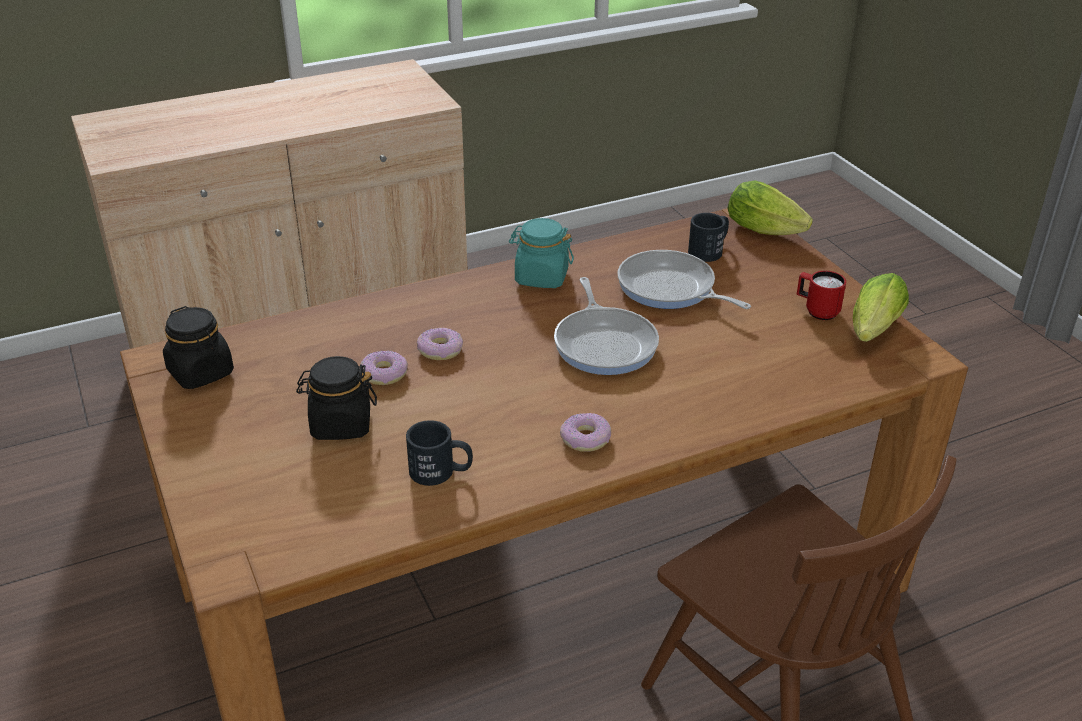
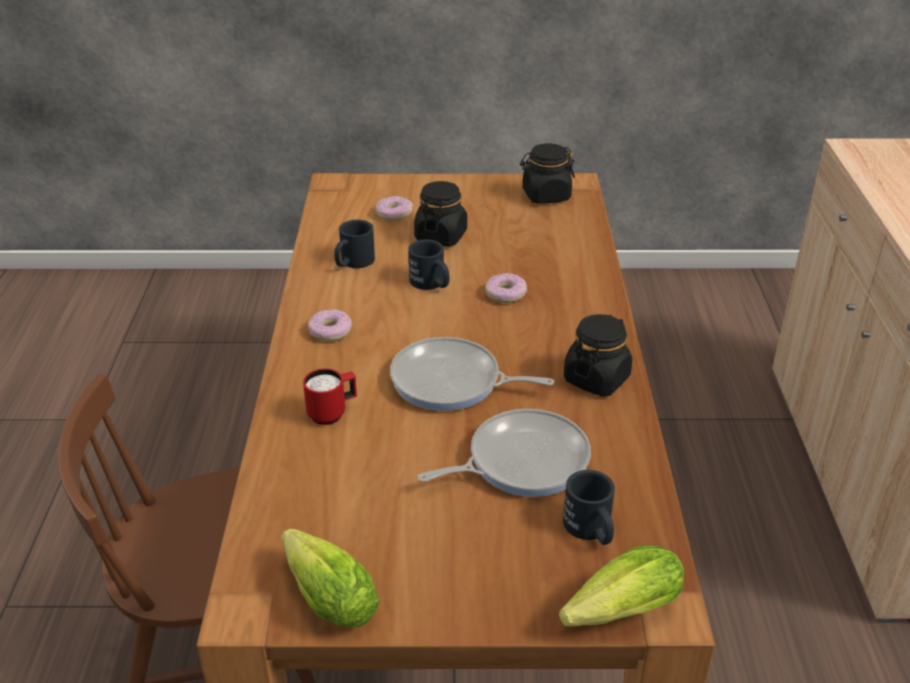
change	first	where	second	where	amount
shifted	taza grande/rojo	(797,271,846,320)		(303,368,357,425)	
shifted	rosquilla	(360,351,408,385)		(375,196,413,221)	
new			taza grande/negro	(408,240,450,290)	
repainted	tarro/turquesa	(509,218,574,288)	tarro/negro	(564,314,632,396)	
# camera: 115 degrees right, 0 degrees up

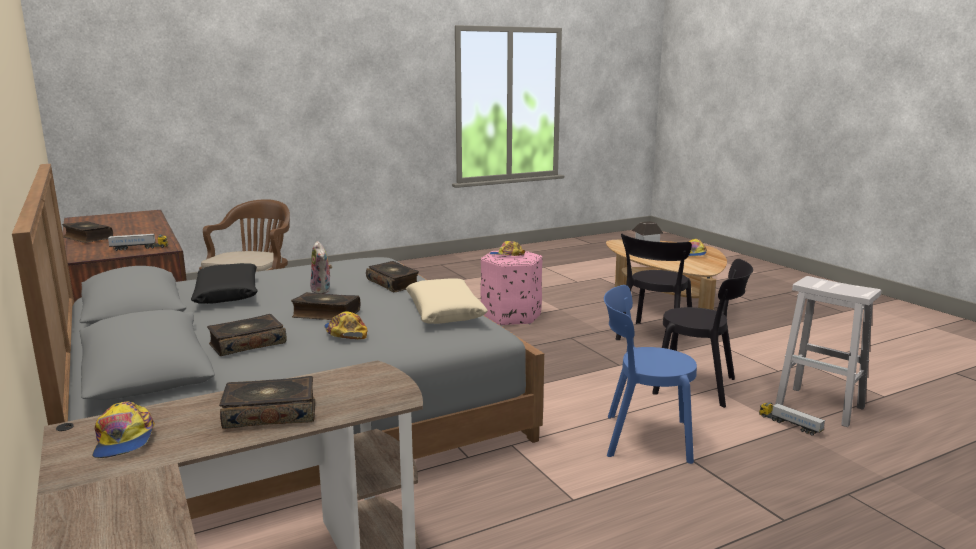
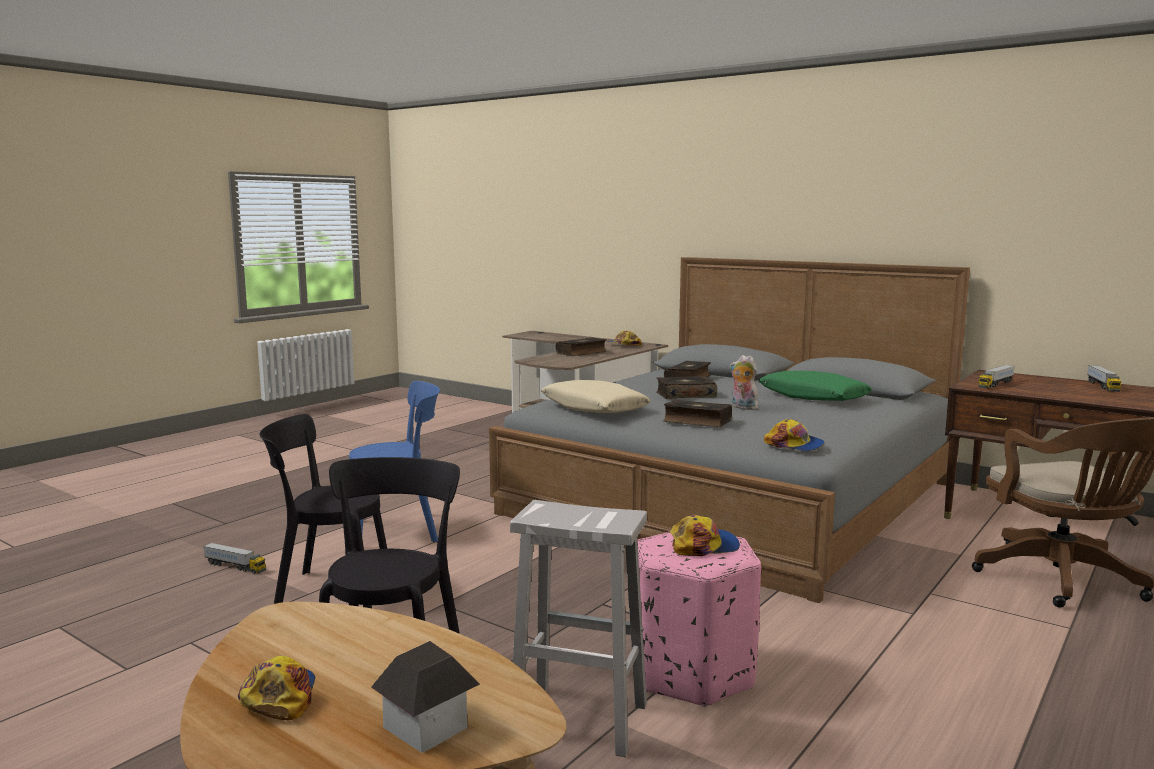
change	first	where	second	where	amount
shifted	taburete/blanco	(775,276,881,427)		(510,500,647,757)	
repainted	cojín/negro	(191,263,258,304)	cojín/verde	(759,371,872,401)	
shifted	gorra	(324,311,368,339)		(764,419,825,451)	
swapped	libro	(62,221,113,243)	camión de juguete	(1087,365,1122,392)	
# camera: 155 degrees right, 5 degrees down

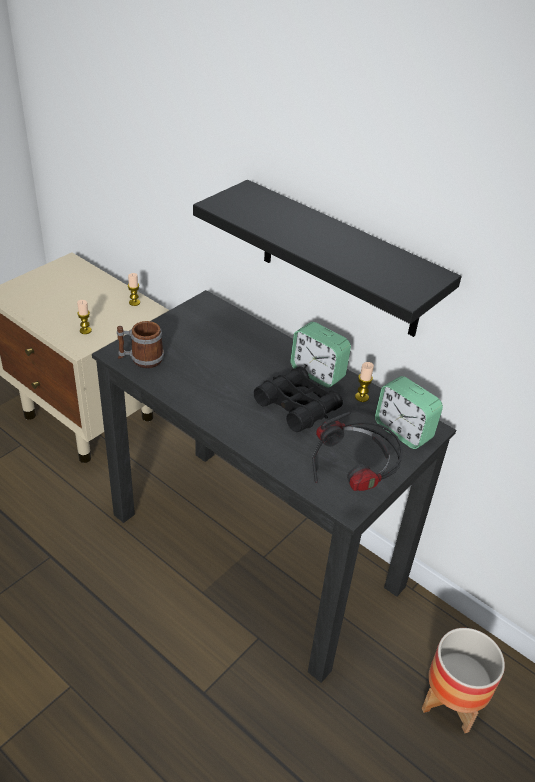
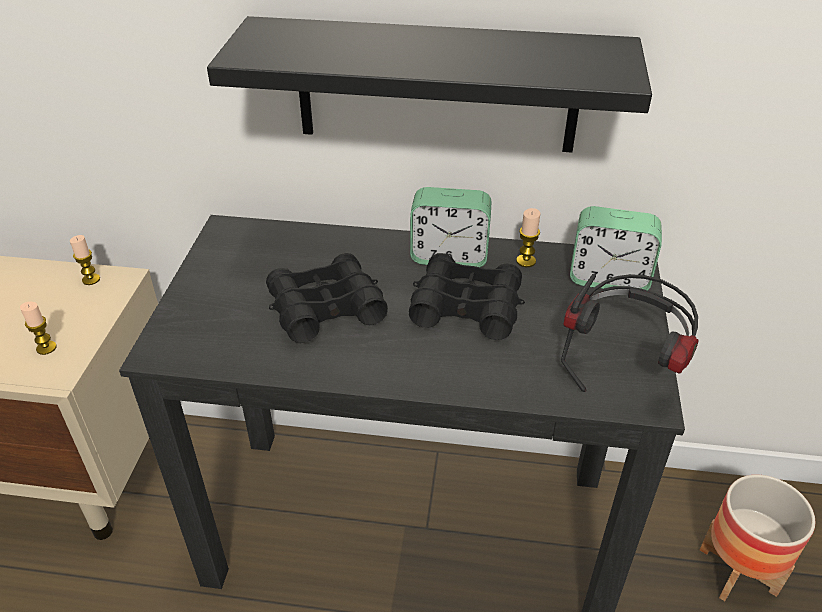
change	first	where	second	where	amount
new			prismáticos/negro	(266,253,388,343)	
gone	taza grande	(117,321,164,368)			
# camera: 30 degrees left, 0 degrees up

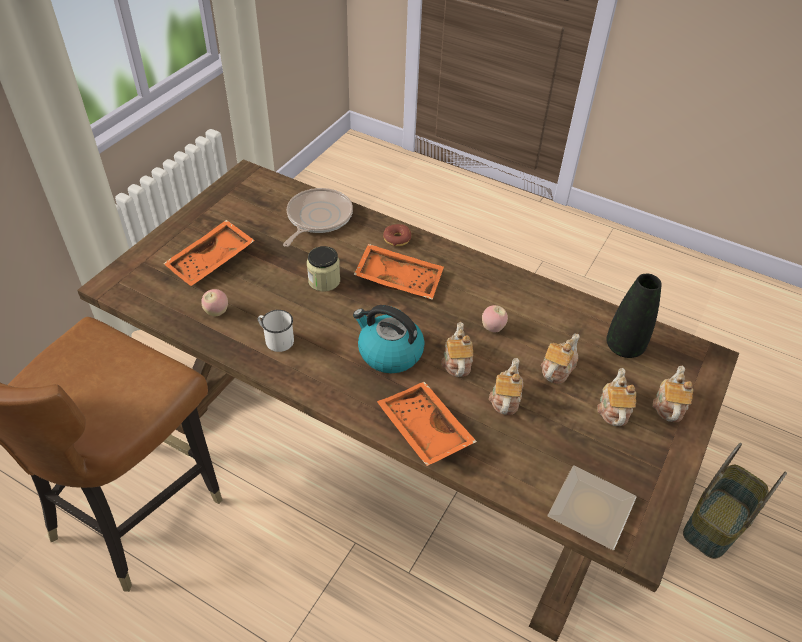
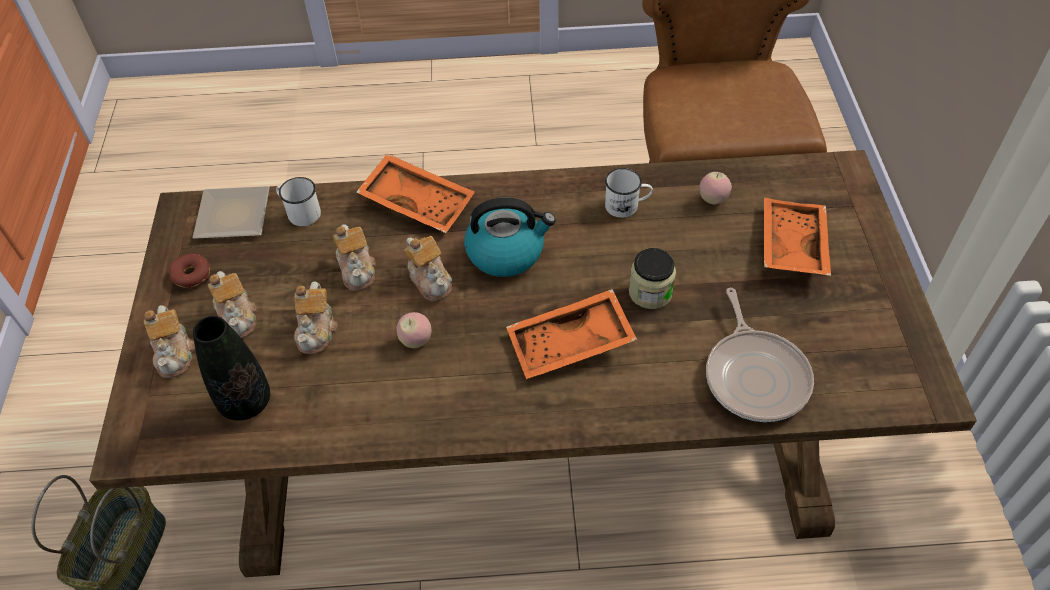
change	first	where	second	where	amount
shifted	rosquilla	(383,224,411,246)		(169,254,210,288)	
new			taza grande/blanco	(276,177,321,226)	
# camera: 150 degrees right, 5 degrees up

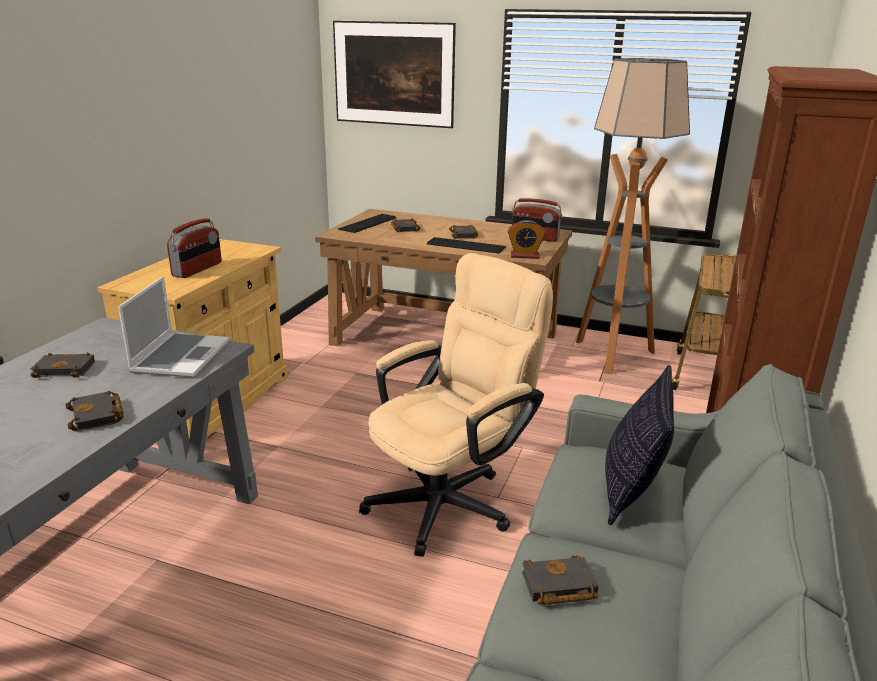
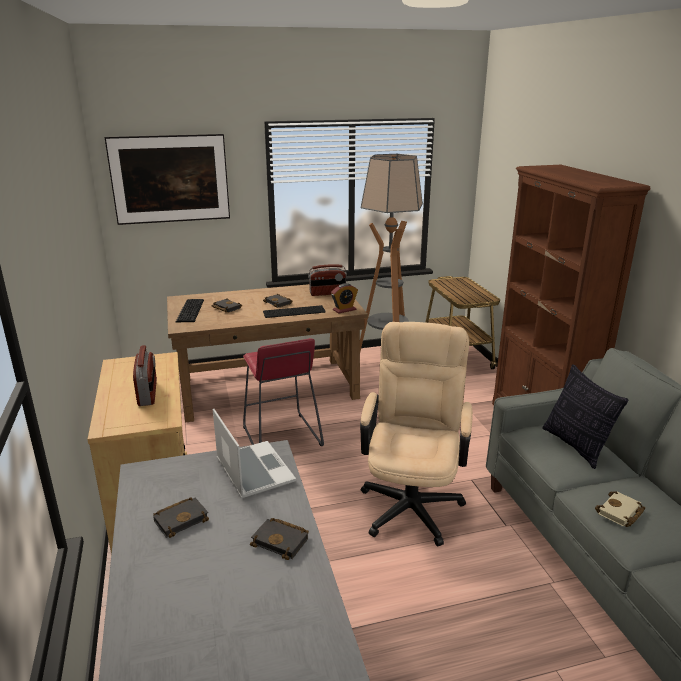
change	first	where	second	where	amount
new			taburete/rojo	(243,338,324,446)	
repainted	libro/negro	(522,555,598,605)	libro/beis	(595,491,645,527)	
# camera: 35 degrees left, 0 degrees up

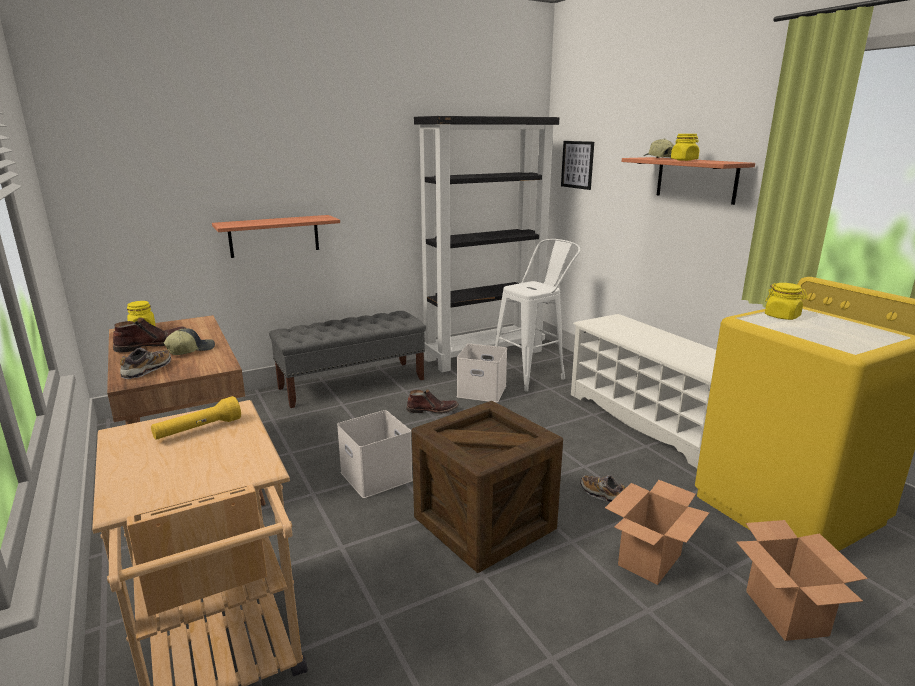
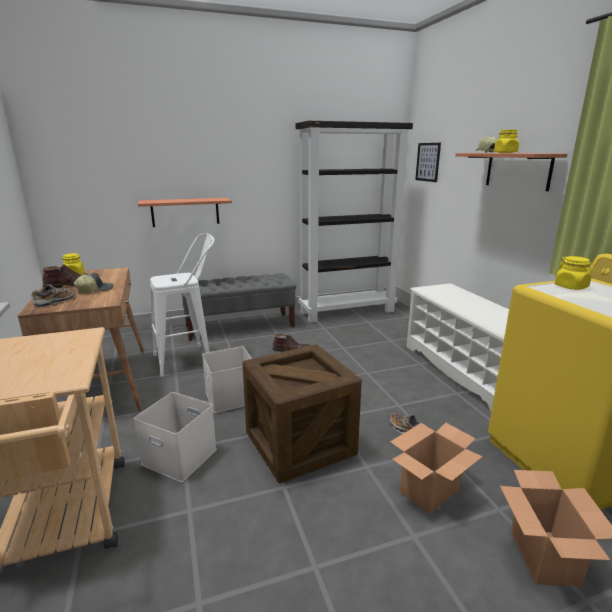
change	first	where	second	where	amount
shifted	caja de almacenaje/blanco	(457,344,507,402)		(134,392,217,482)	
shifted	taburete/blanco	(495,239,581,391)		(150,233,215,377)	
gone	linterna/amarillo	(151,396,241,440)			
# camera: 10 degrees right, 0 degrees up

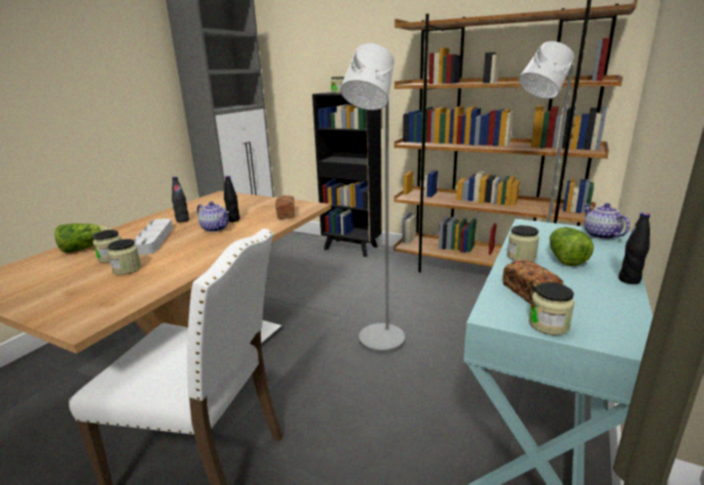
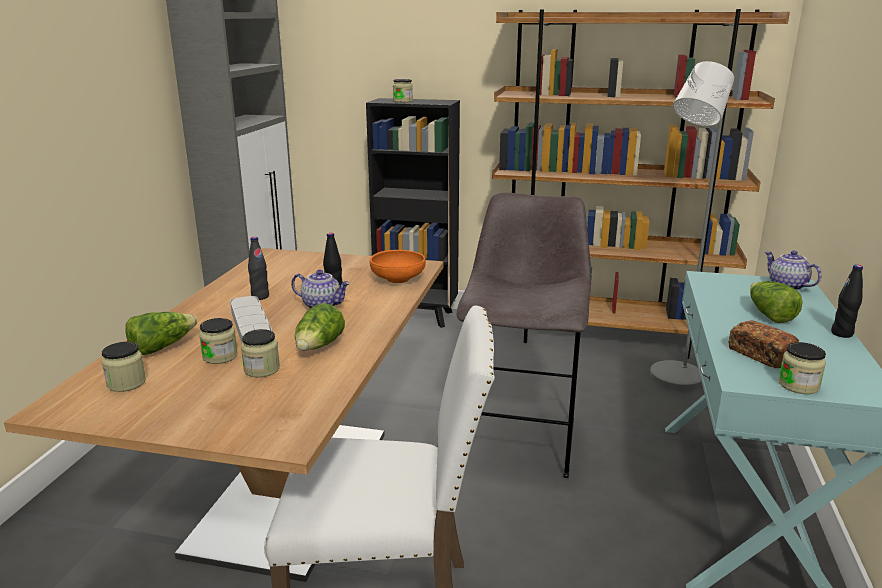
change	first	where	second	where	amount
shifted	tarro	(507,225,539,261)		(102,342,146,392)	
new			lechuga	(295,303,345,351)	
swapped	pan	(276,195,295,219)	cuenco/naranja	(370,250,426,283)	
swapped	lámpara de pie/gris	(340,43,405,354)	taburete/gris	(457,192,591,478)	
# camera: 15 degrees left, 0 degrees up

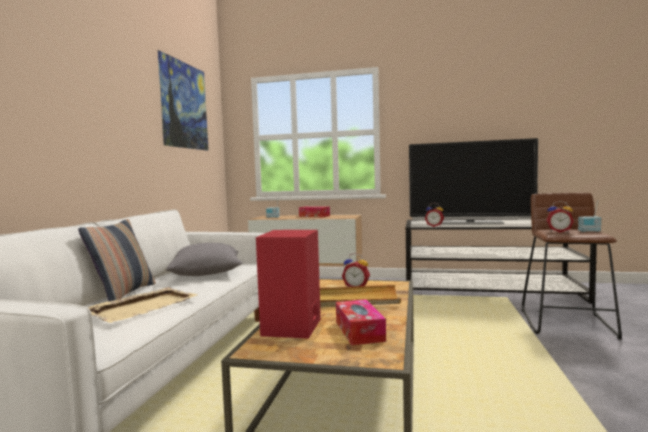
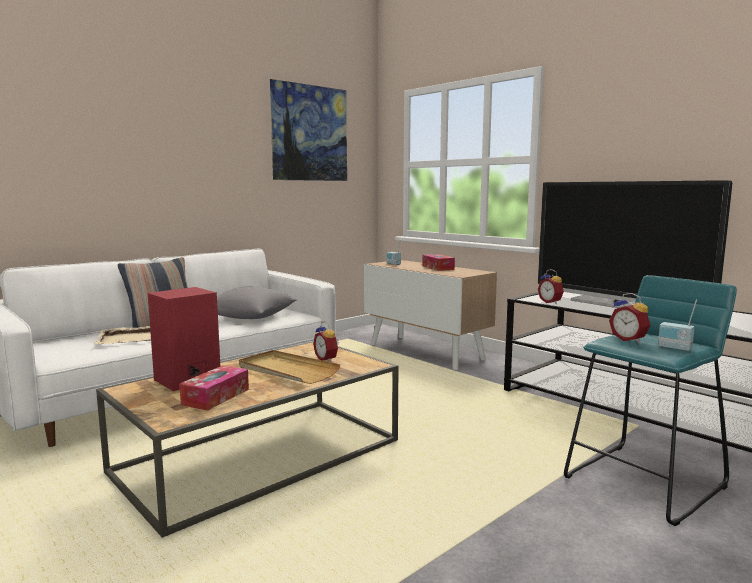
change	first	where	second	where	amount
repainted	taburete/marrón	(522,193,622,340)	taburete/turquesa	(564,275,737,526)	
# camera: 35 degrees right, 5 degrees up

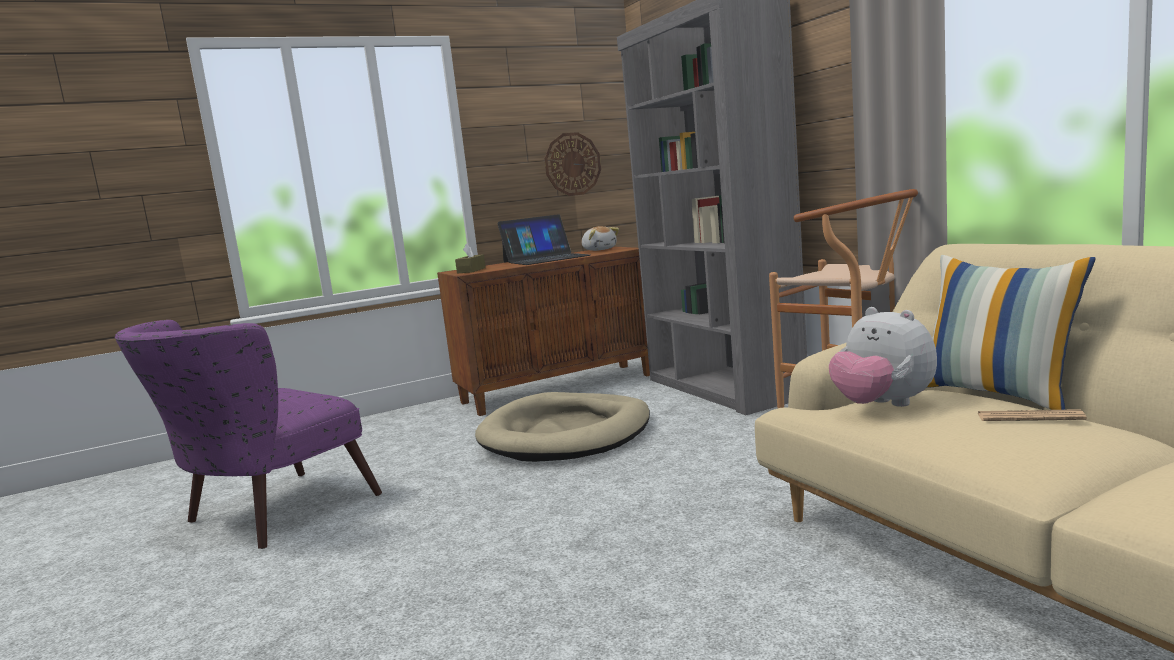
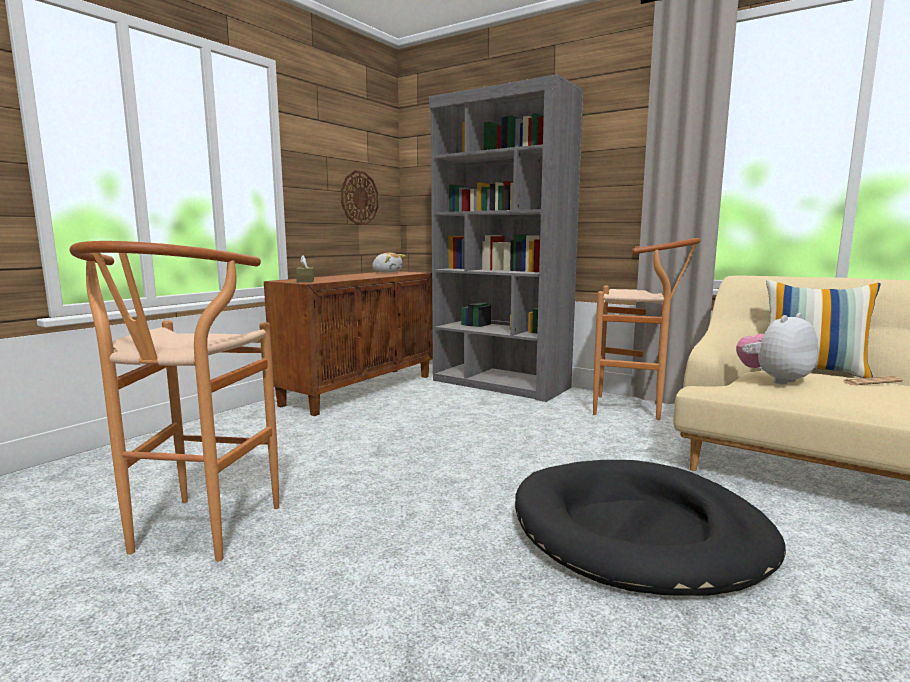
change	first	where	second	where	amount
swapped	sillón/morado	(114,320,382,549)	taburete/marrón	(69,241,279,561)	
new			cama para perro/negro	(515,460,786,596)	
rotated	peluche	(829,307,937,407)		(736,313,818,385)	120 degrees clockwise
gone	cama para perro/beis	(475,392,650,462)			
gone	portátil	(497,214,590,265)			
# camera: 30 degrees left, 0 degrees up

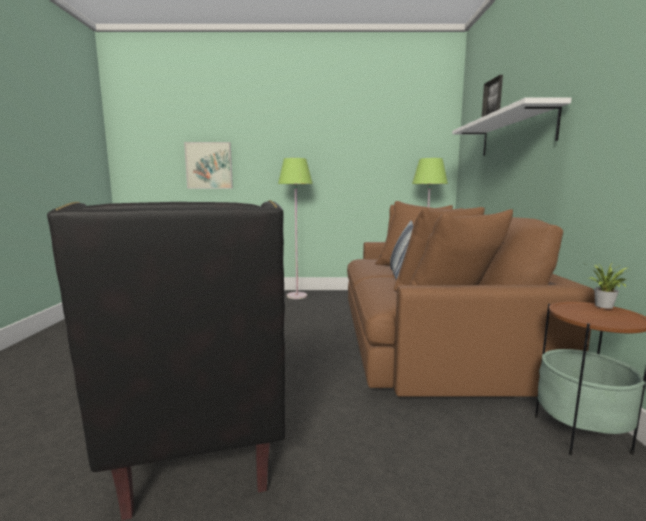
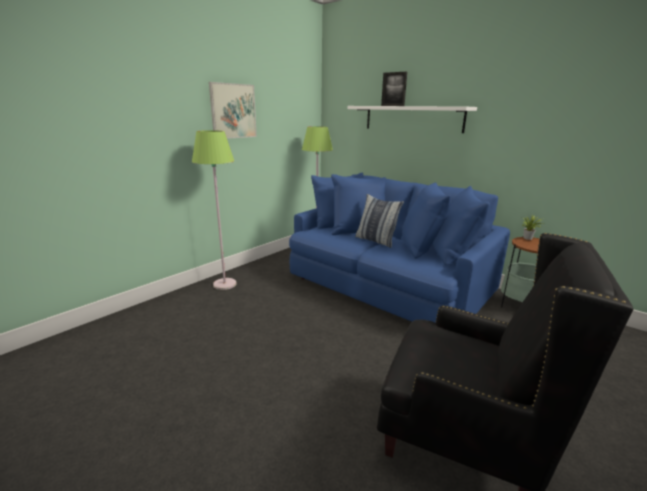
change	first	where	second	where	amount
shifted	cuadro	(184,142,233,189)		(209,82,257,139)	
repainted	sofá/marrón	(347,201,595,397)	sofá/azul	(289,172,510,323)	
# camera: 50 degrees left, 10 degrees up

